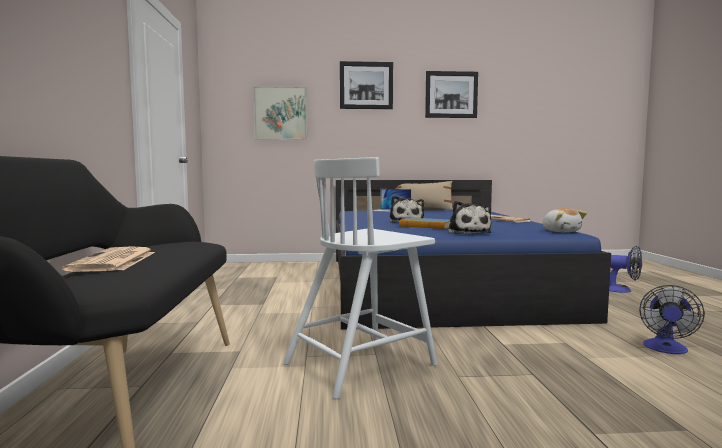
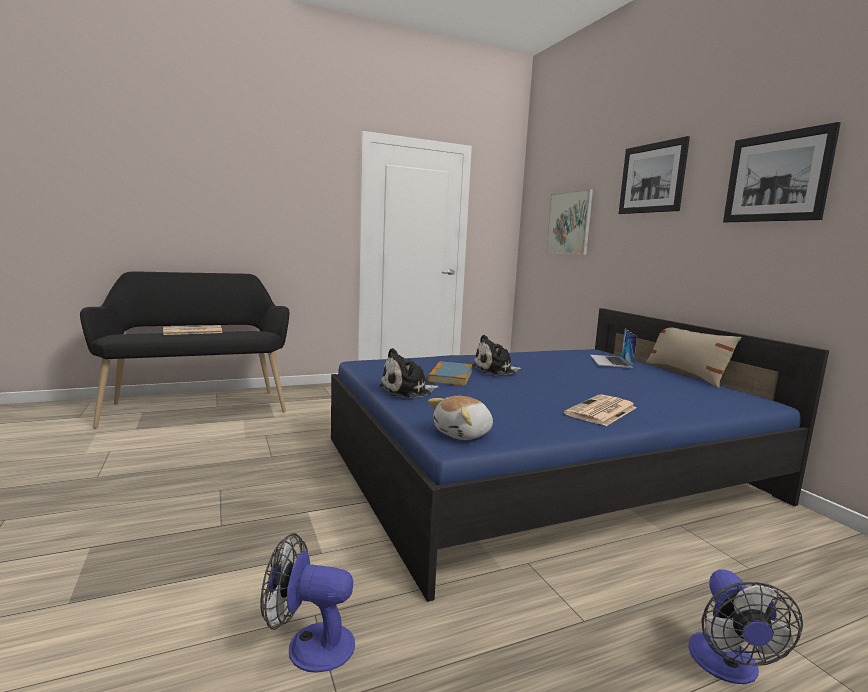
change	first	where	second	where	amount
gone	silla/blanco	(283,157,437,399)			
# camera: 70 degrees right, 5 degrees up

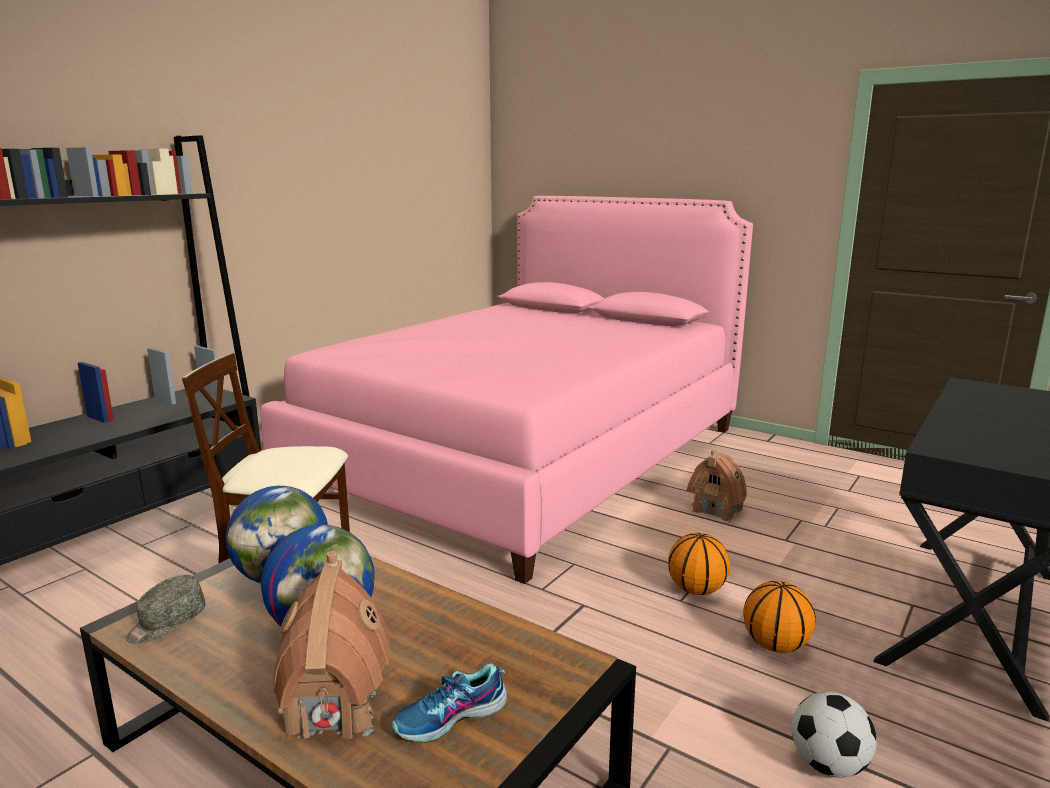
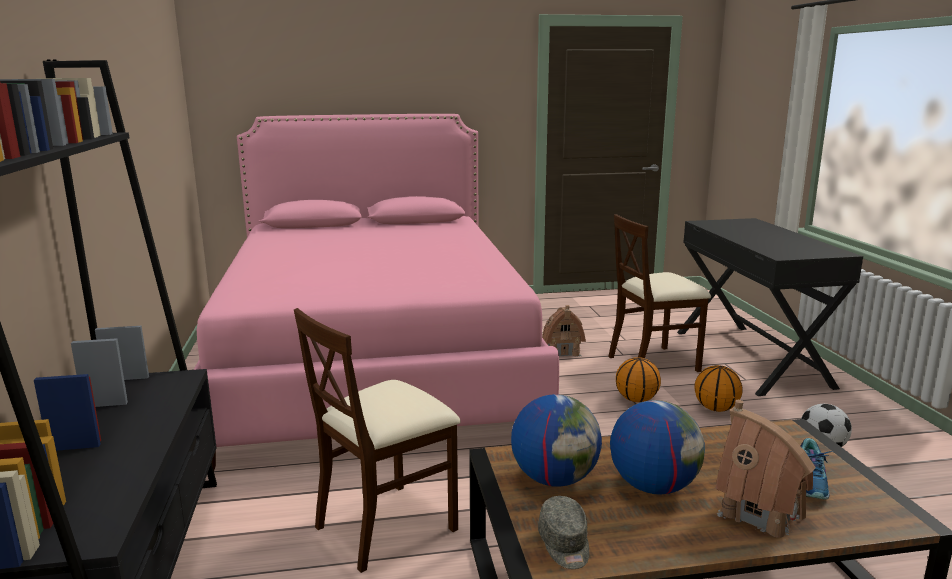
change	first	where	second	where	amount
new			silla/beis	(608,214,711,372)	
# camera: 45 degrees left, 0 degrees up

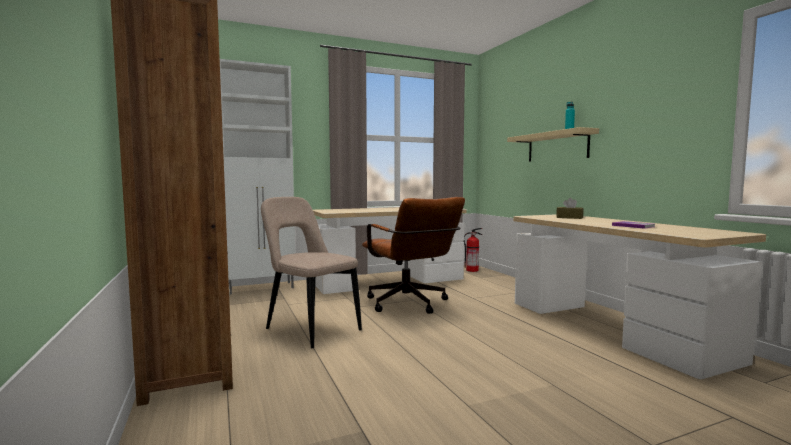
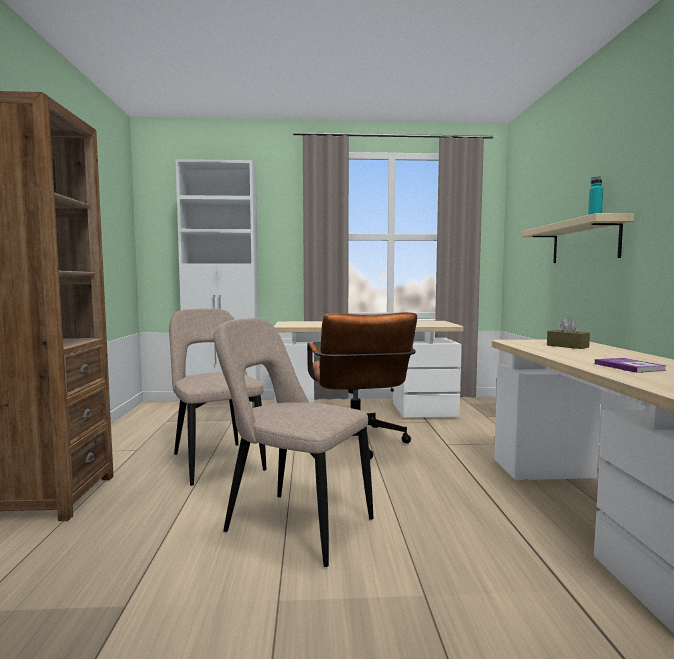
change	first	where	second	where	amount
new			silla/beis	(214,318,373,567)	
gone	extintor	(464,228,482,272)			
# camera: 20 degrees right, 0 degrees up

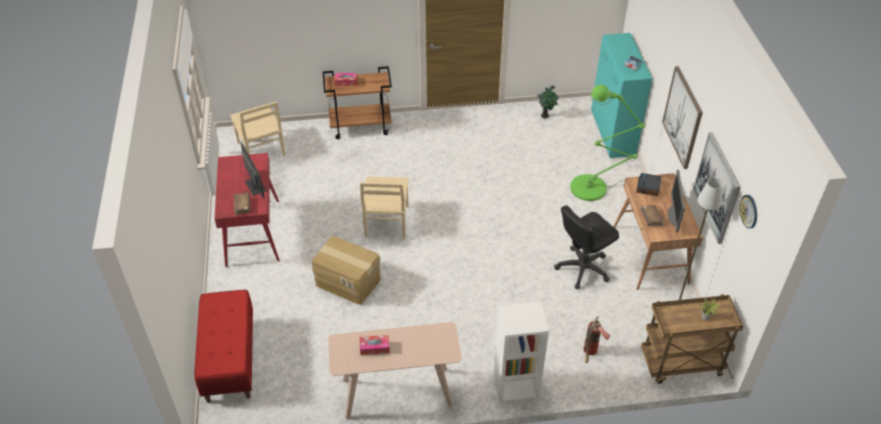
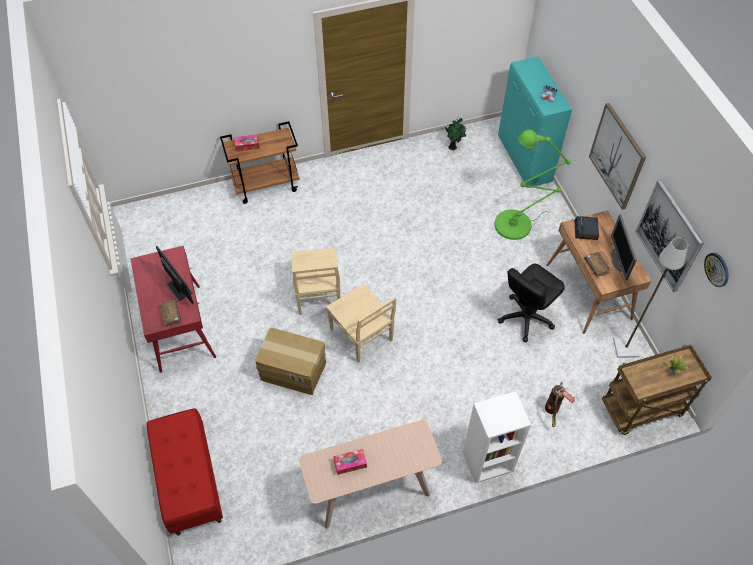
change	first	where	second	where	amount
shifted	silla/beis	(230,101,285,157)		(326,284,396,363)	
# camera: 10 degrees left, 10 degrees up

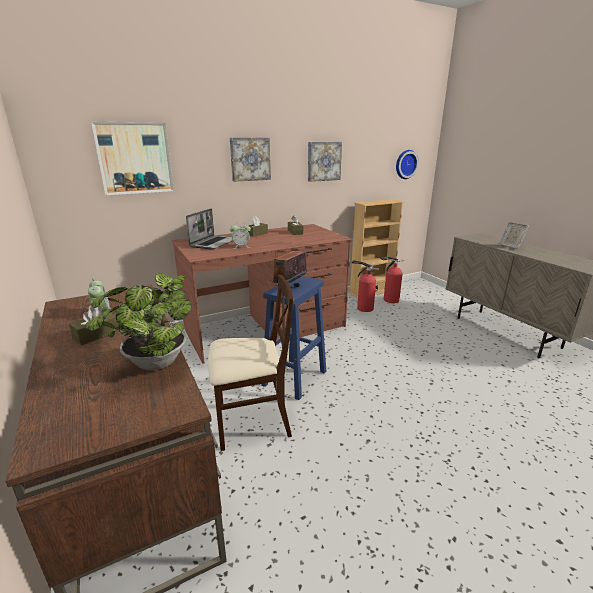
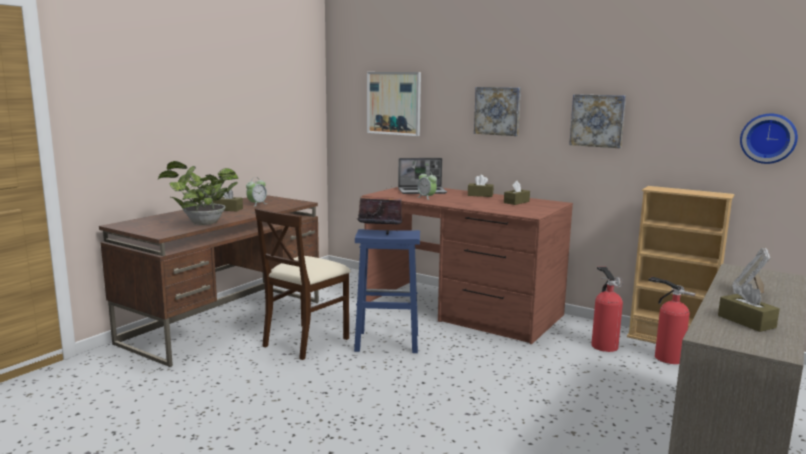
change	first	where	second	where	amount
rotated	silla/beis	(208,275,293,451)		(255,208,351,360)	75 degrees clockwise
new			caja de pañuelos/marrón	(718,283,780,332)	
# camera: 60 degrees right, 10 degrees down

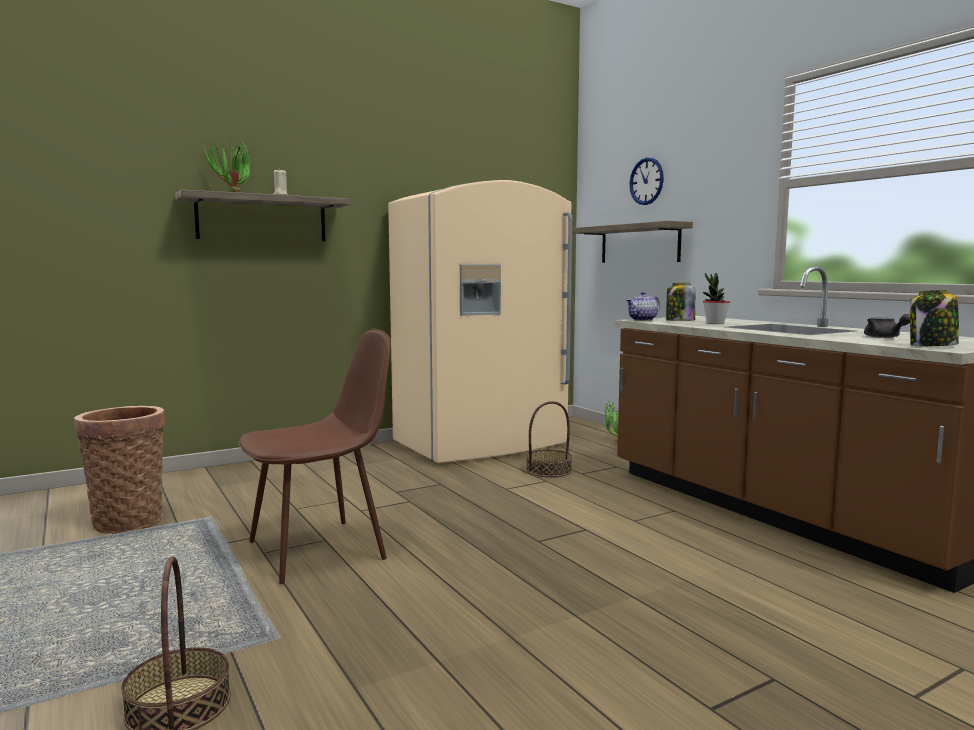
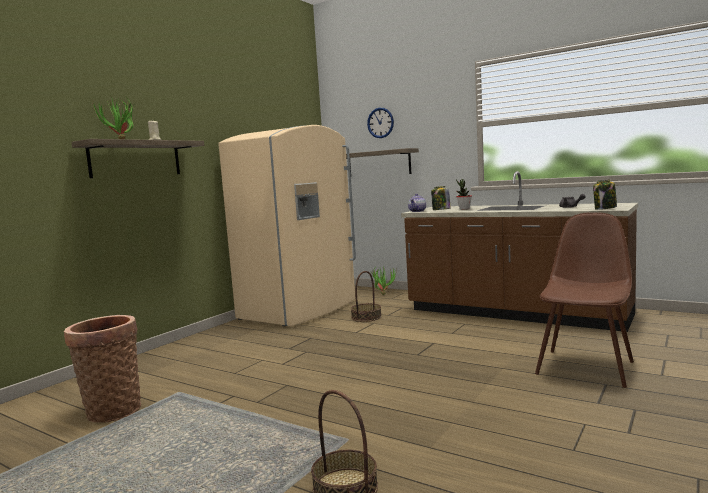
change	first	where	second	where	amount
shifted	silla/marrón	(238,329,391,584)		(535,212,634,388)	
# camera: 25 degrees left, 0 degrees up

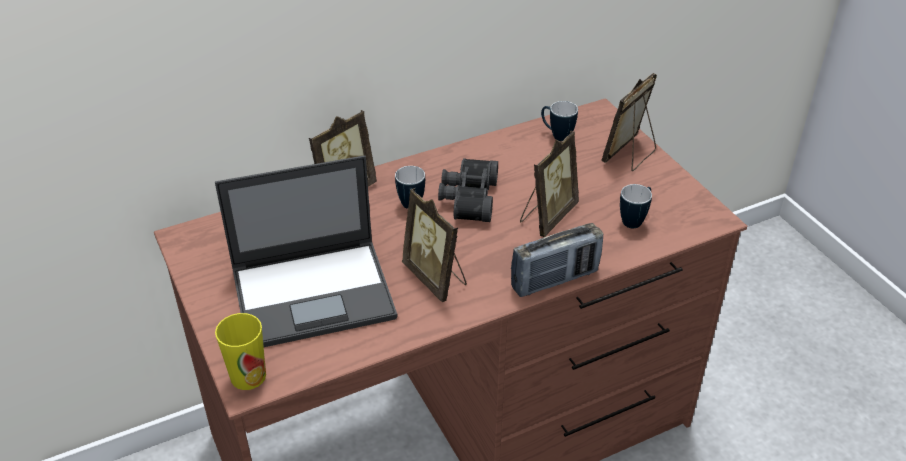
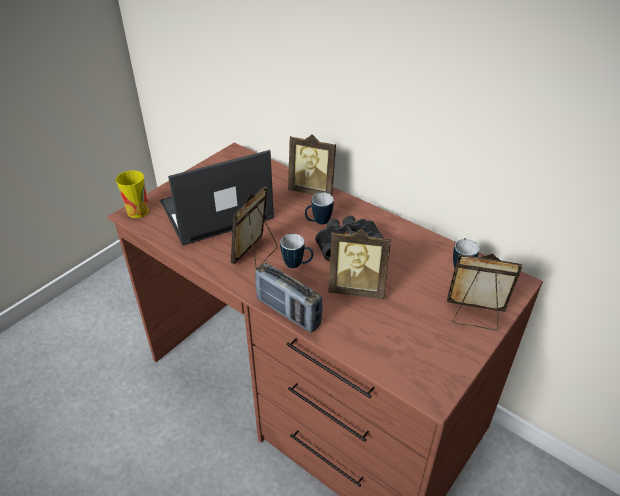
change	first	where	second	where	amount
rotated	portátil	(215,155,397,347)		(160,150,274,246)	105 degrees clockwise
shifted	taza grande	(620,184,652,229)		(280,234,313,268)	
# camera: 65 degrees right, 0 degrees up

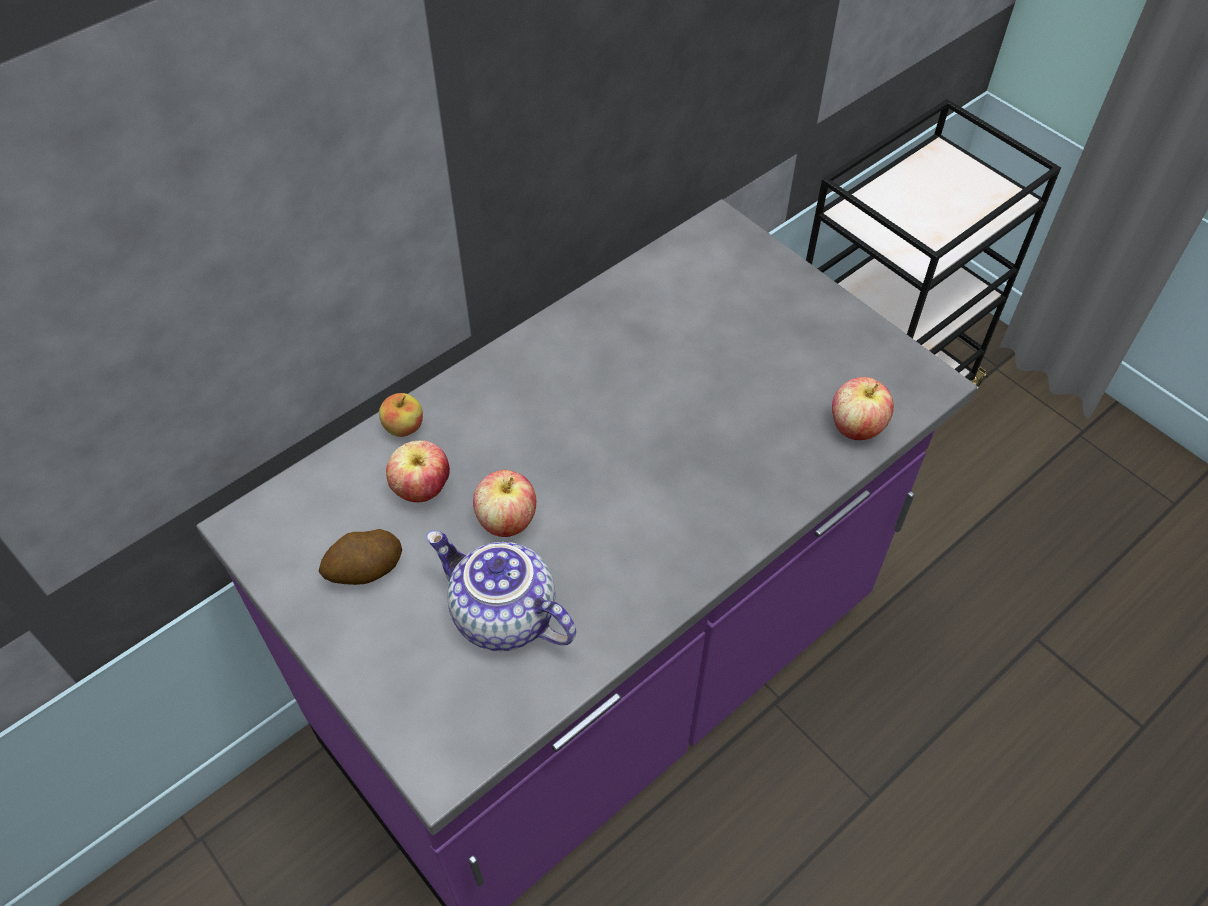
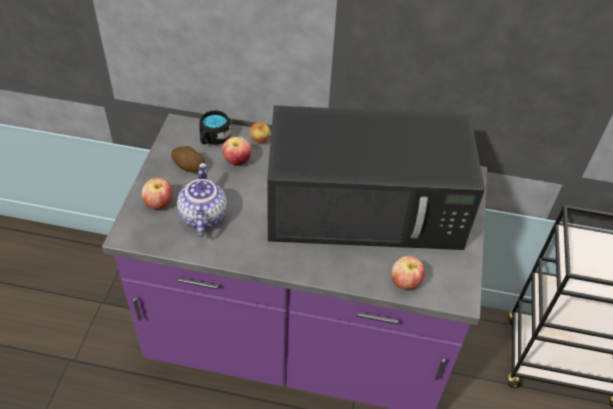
change	first	where	second	where	amount
shifted	manzana	(473,470,536,537)		(142,178,173,209)	
new			taza grande/negro	(199,110,231,145)	
new			microondas/negro	(267,105,485,250)	
# camera: 50 degrees right, 5 degrees down

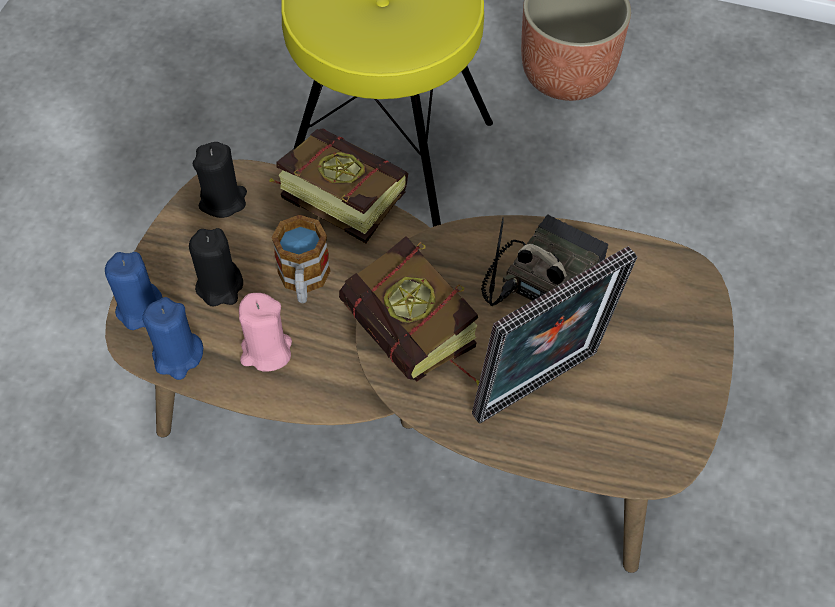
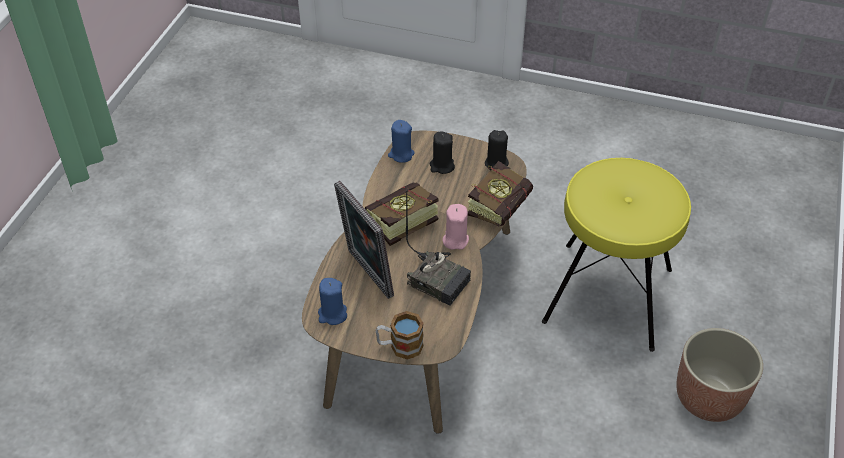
change	first	where	second	where	amount
shifted	vela/azul	(105,252,163,330)		(318,278,347,325)	
shifted	taza grande	(271,215,331,303)		(375,311,424,360)	
shifted	vela/rosa	(239,293,292,372)		(442,204,469,250)	
# camera: 90 degrees right, 10 degrees down

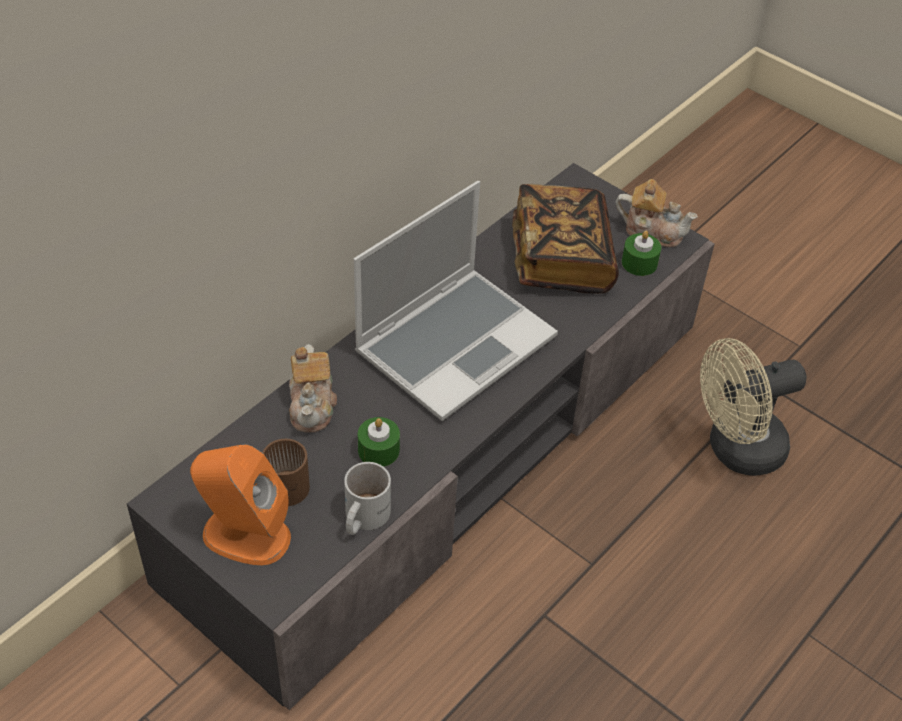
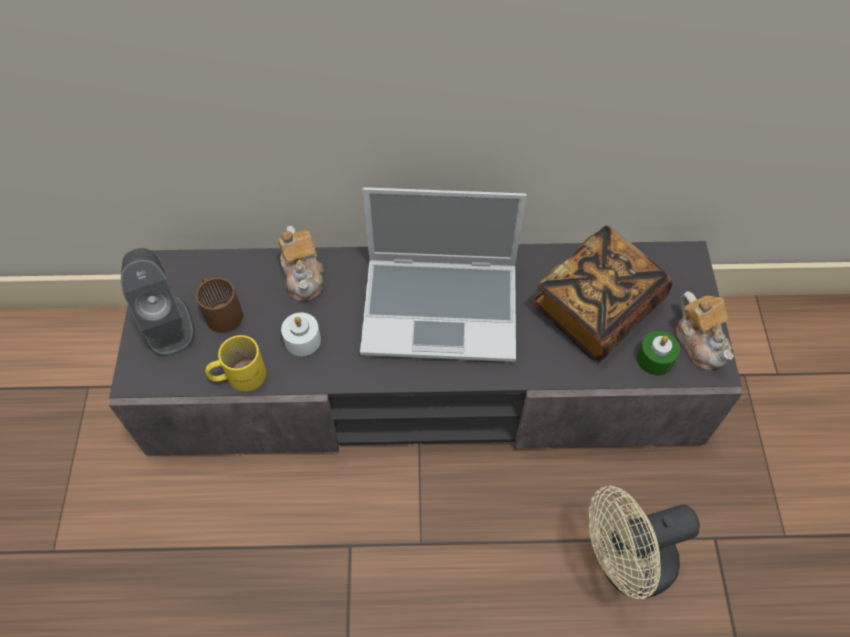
change	first	where	second	where	amount
repainted	altavoz/naranja	(190,444,291,565)	altavoz/gris	(121,248,195,358)	
repainted	taza grande/blanco	(344,462,391,535)	taza grande/amarillo	(205,335,266,392)	
rotated	tetera	(289,344,337,433)		(278,226,324,301)	60 degrees counterclockwise
repainted	vela/verde	(358,417,400,467)	vela/blanco	(281,312,321,356)	
rotated	ventilador/beis	(700,338,807,476)		(589,486,700,599)	45 degrees counterclockwise
# camera: 50 degrees right, 10 degrees up

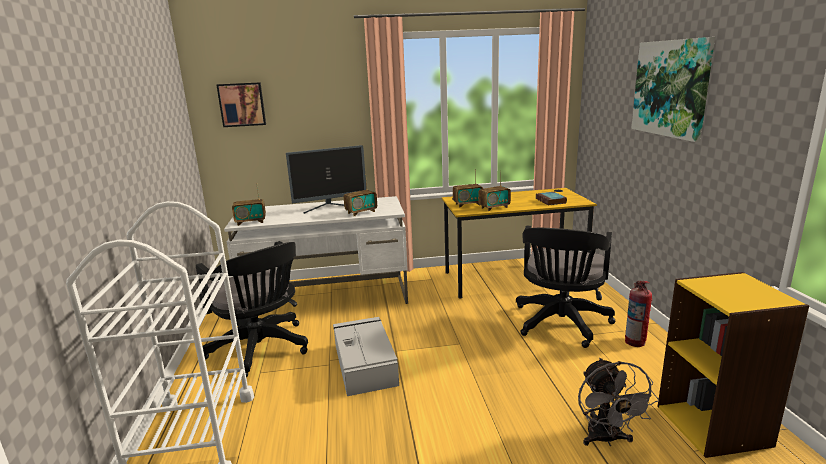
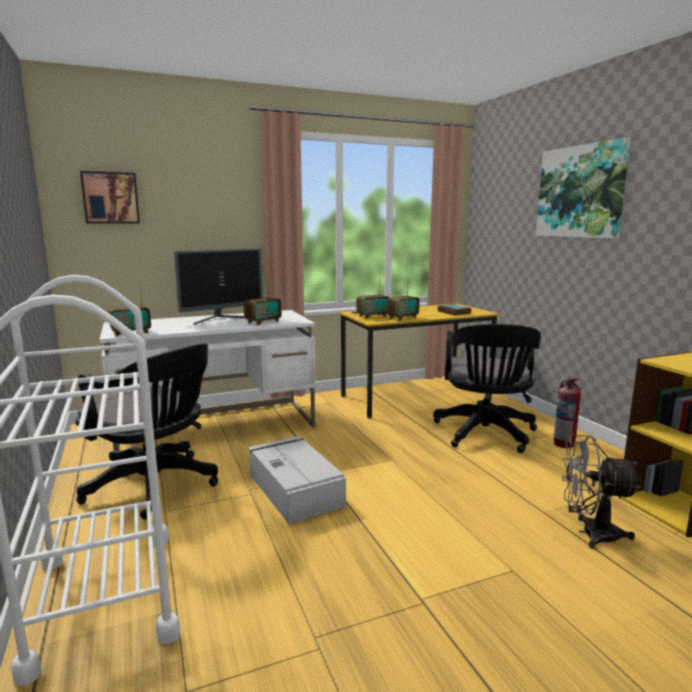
change	first	where	second	where	amount
rotated	ventilador/gris	(578,358,659,446)		(562,435,641,549)	120 degrees clockwise
# camera: 15 degrees left, 5 degrees down

